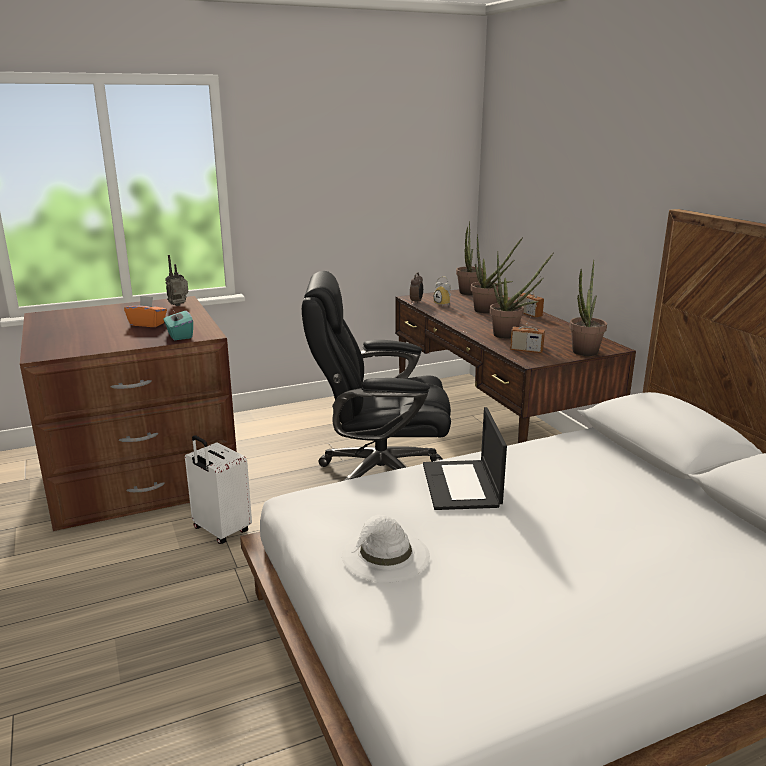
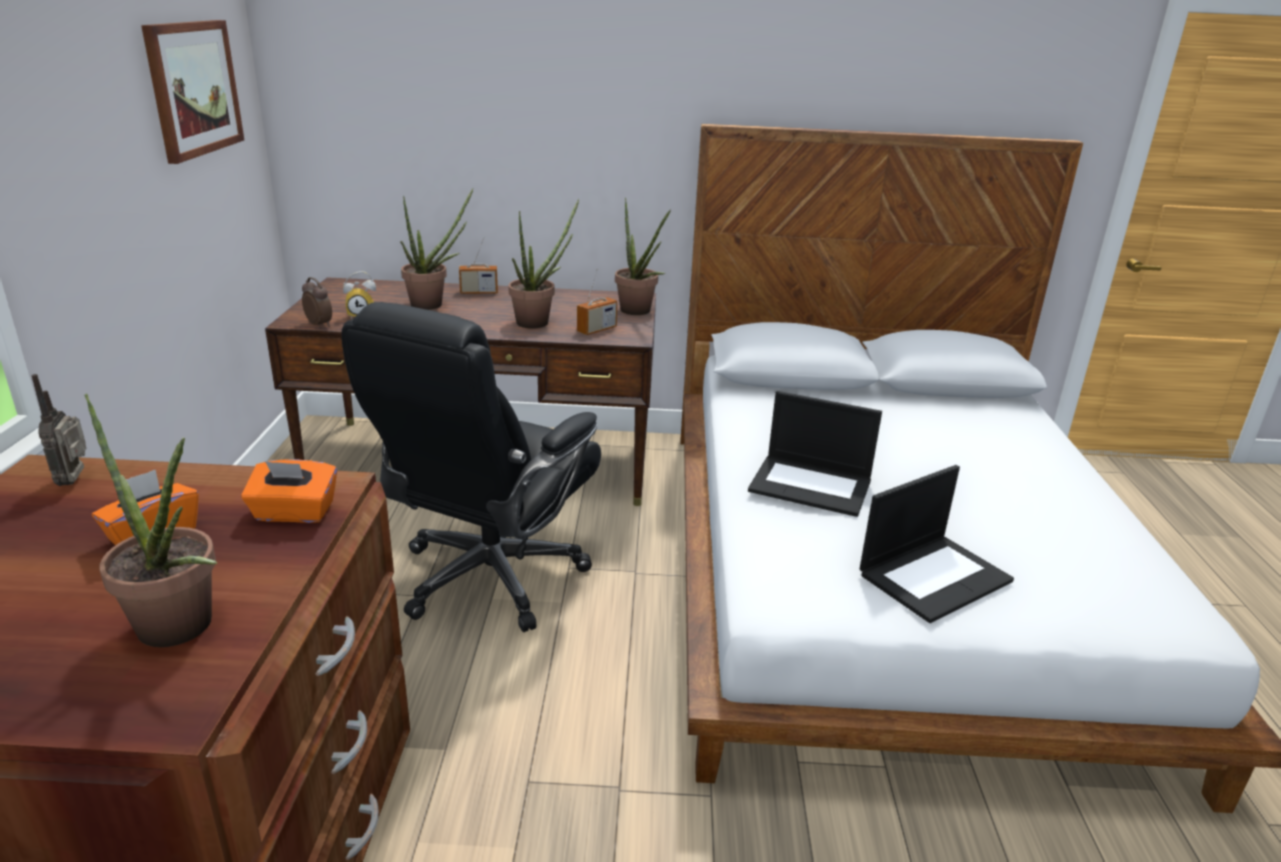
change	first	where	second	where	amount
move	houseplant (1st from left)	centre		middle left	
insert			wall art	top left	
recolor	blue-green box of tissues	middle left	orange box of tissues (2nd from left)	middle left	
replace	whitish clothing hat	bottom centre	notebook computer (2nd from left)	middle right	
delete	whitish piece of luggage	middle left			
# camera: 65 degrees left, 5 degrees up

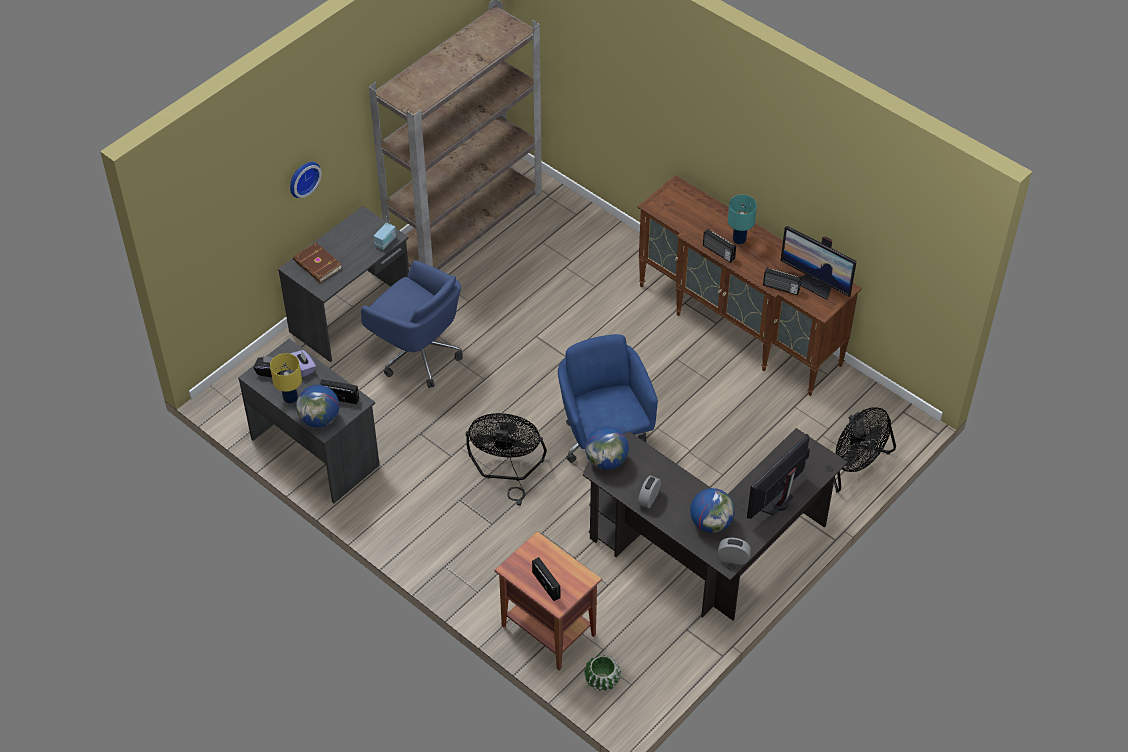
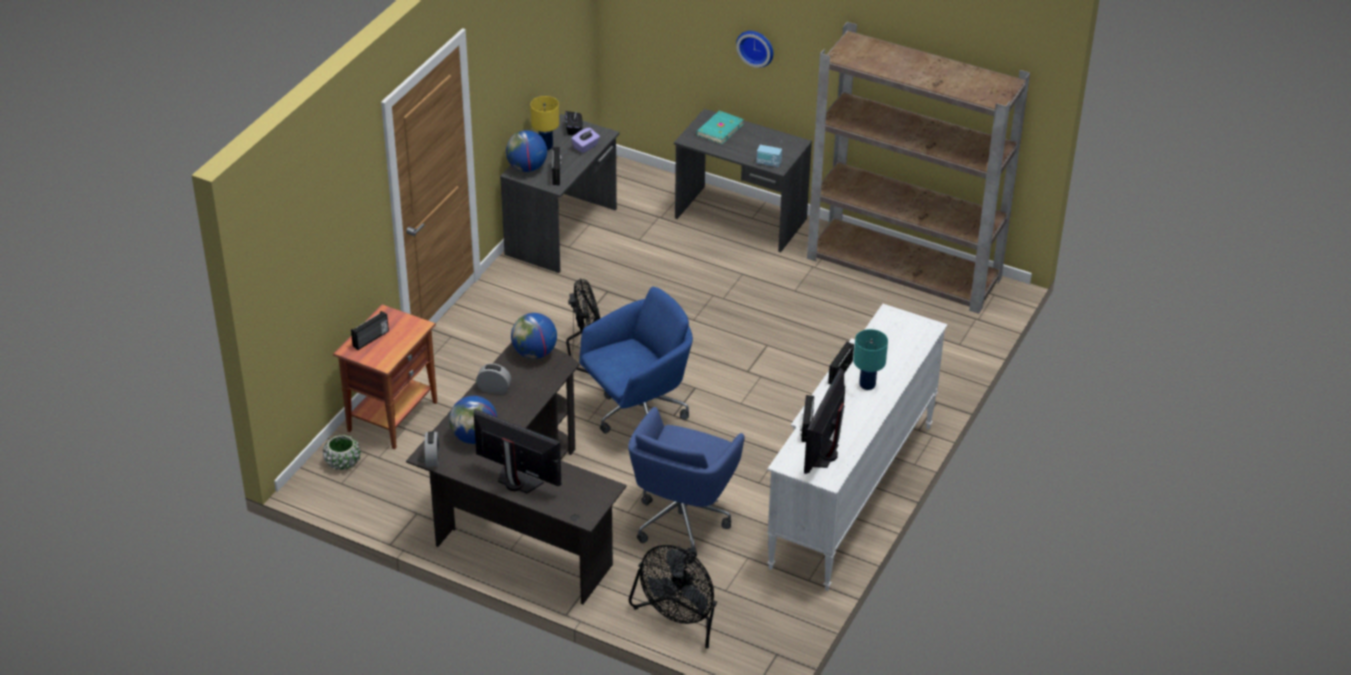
change	first	where	second	where	amount
move	blue office chair (1st from left in the first image)	centre	blue office chair (2nd from left)	bottom centre	
recolor	brown volume	middle left	blue-green volume	top centre	
recolor	brown cupboard	centre	whitish cupboard	centre	
# camera: 75 degrees right, 10 degrees down

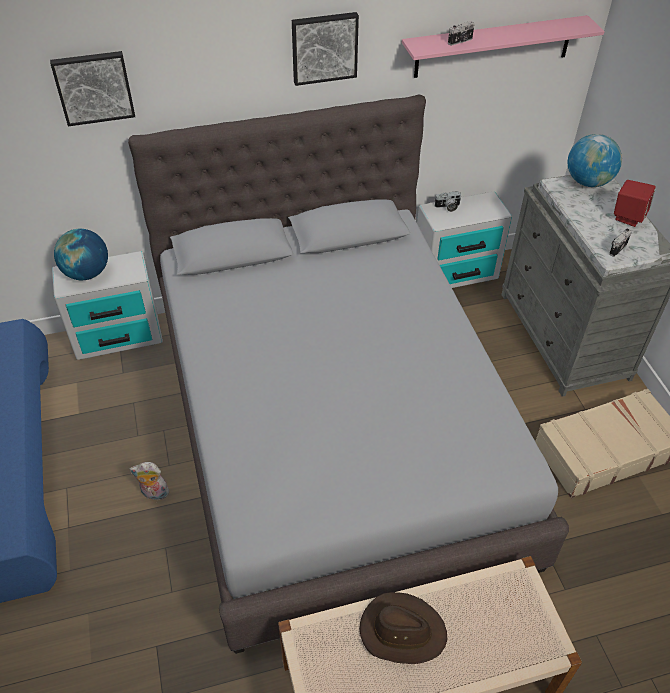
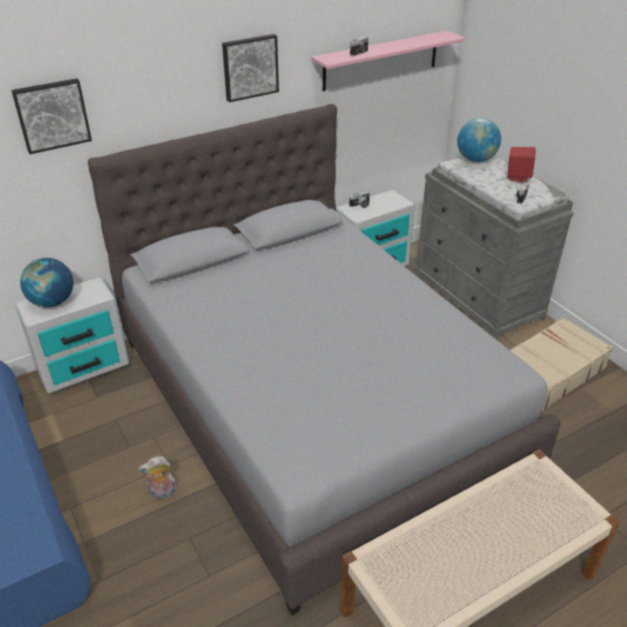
change	first	where	second	where	amount
delete	brown clothing hat	bottom centre			
# camera: 15 degrees left, 10 degrees down

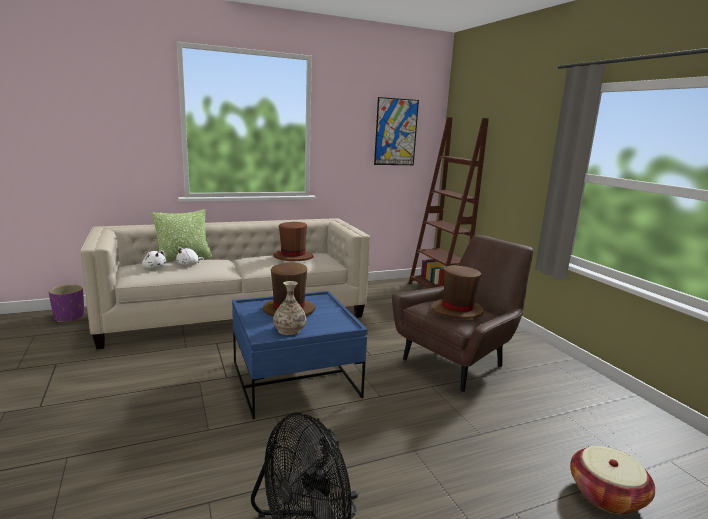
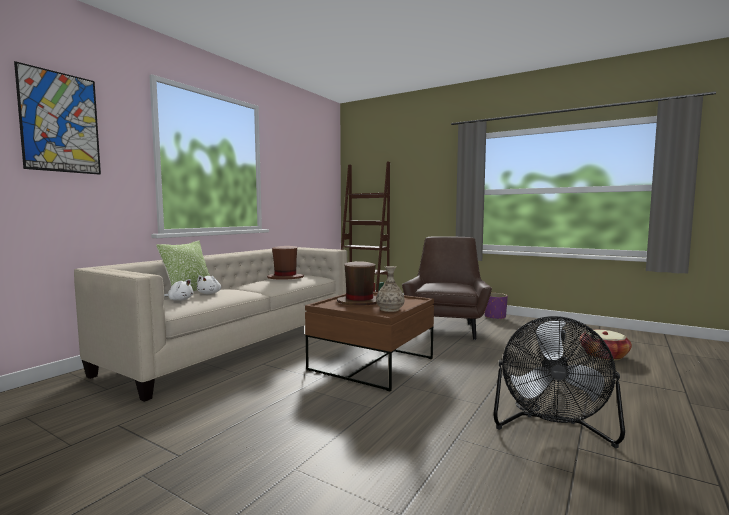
change	first	where	second	where	amount
move	wall art	top centre		top left	
recolor	blue lounge table	bottom centre	brown lounge table	centre	
move	purple flower pot	middle left		middle right	
delete	brown clothing hat (3rd from left)	centre			
# camera: 35 degrees left, 10 degrees down

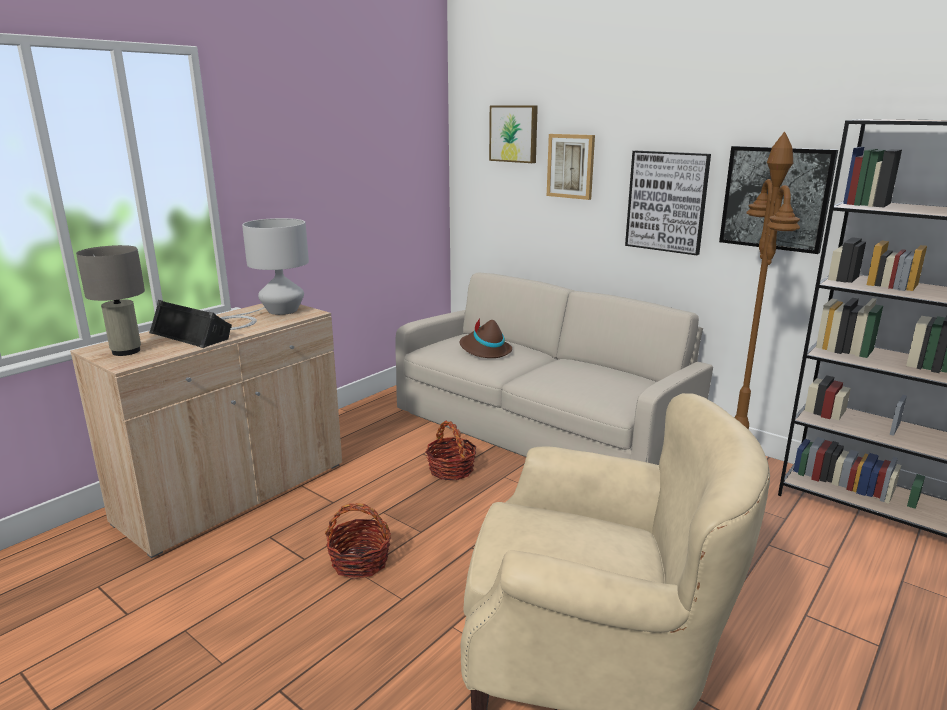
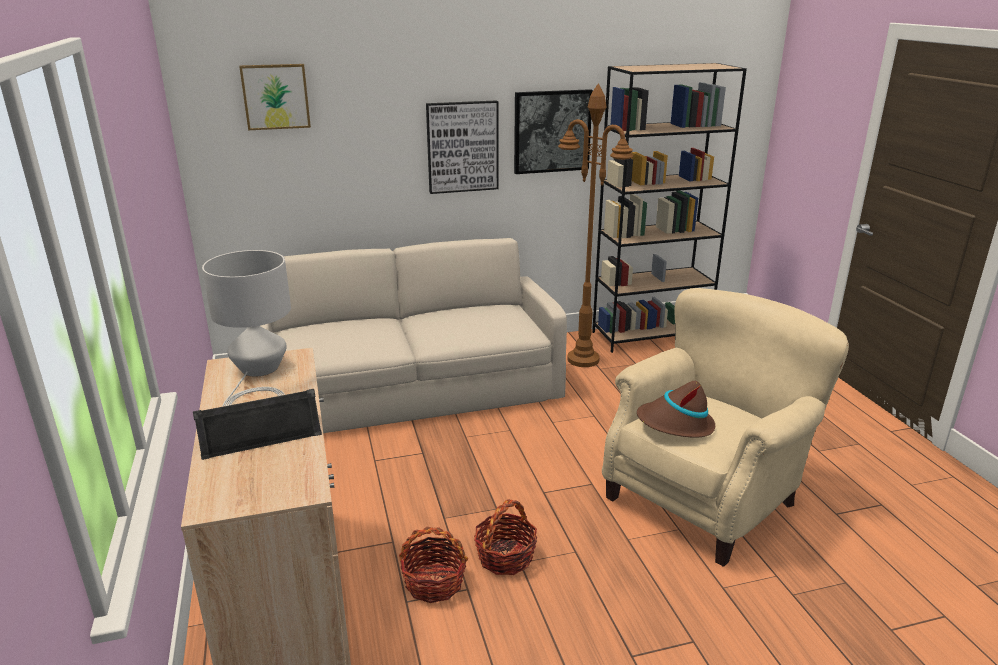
change	first	where	second	where	amount
move	household basket (2nd from left in the first image)	centre	household basket (1st from left)	bottom centre	
move	brown clothing hat	centre		middle right	
delete	greyish table lamp (1st from left)	middle left			
delete	wall art (2nd from left)	top centre			
# camera: 55 degrees left, 5 degrees up

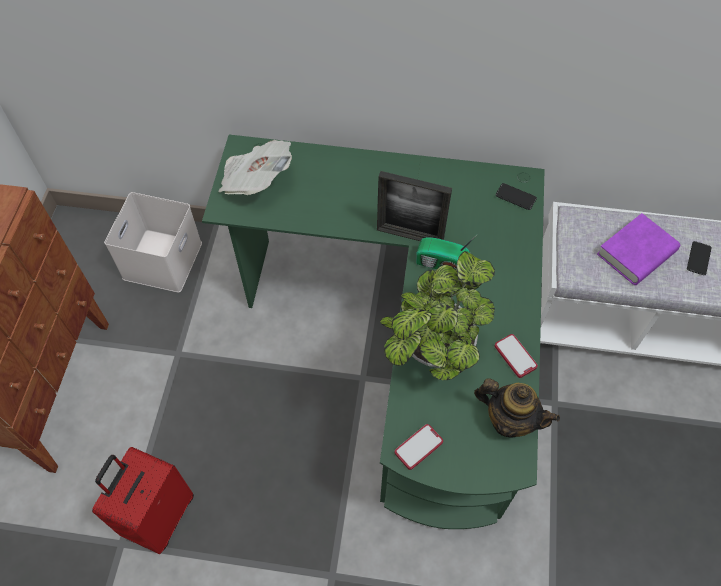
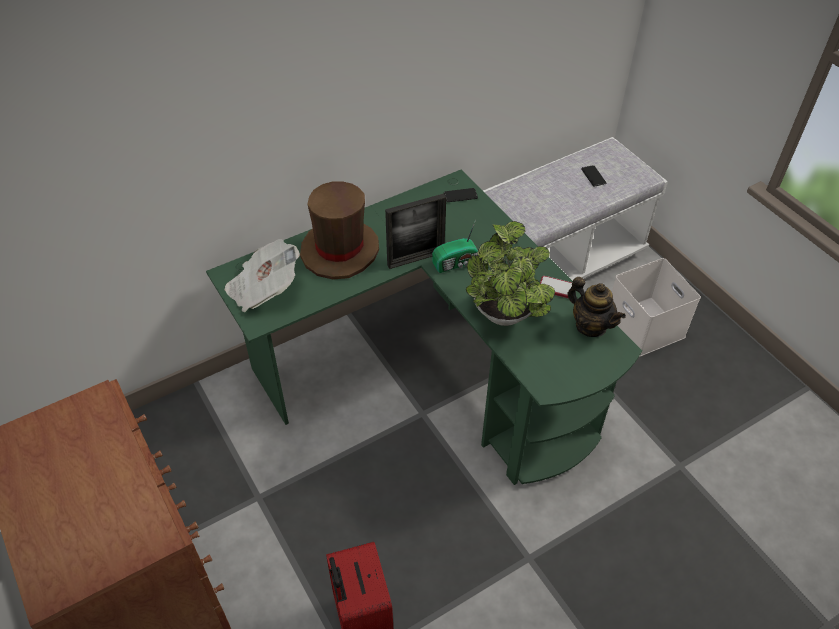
change	first	where	second	where	amount
insert			brown clothing hat	centre	
rotate	teapot	bottom right		middle right	60 degrees clockwise
move	whitish storage box	middle left		middle right	
delete	telephone (1st from left)	bottom centre			
delete	purple volume	middle right			
# camera: 40 degrees left, 10 degrees down

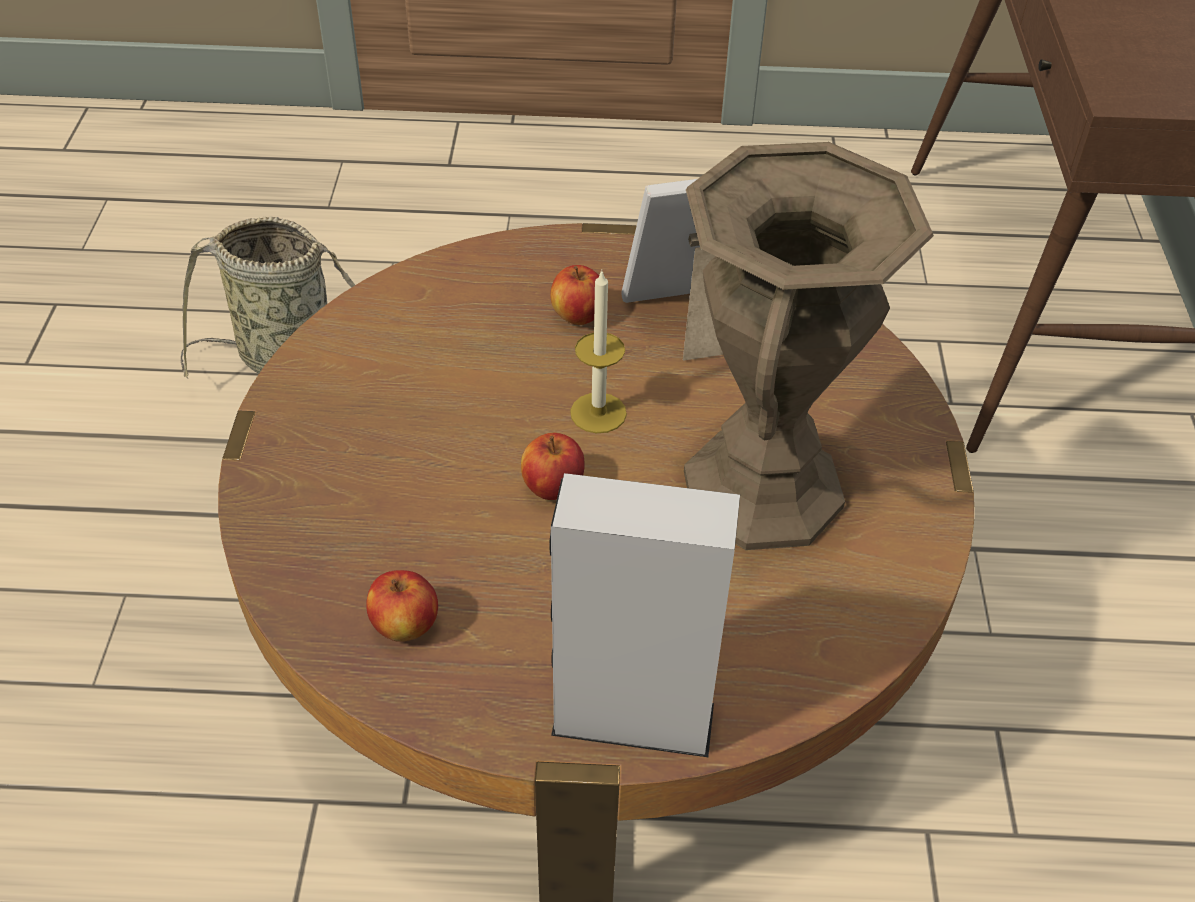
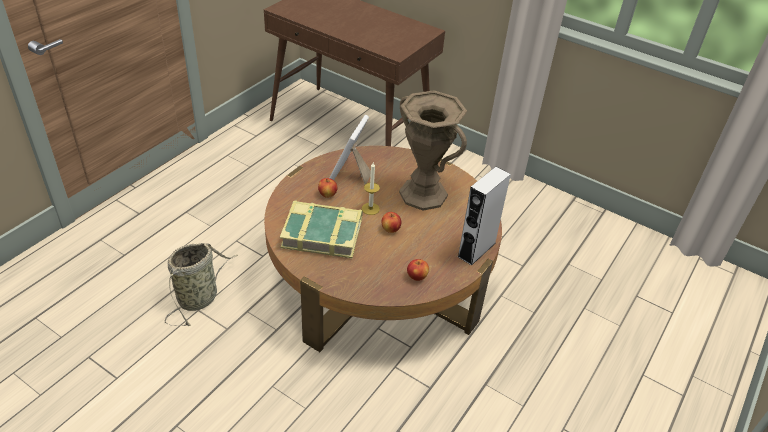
change	first	where	second	where	amount
insert			volume	centre	
# camera: 60 degrees left, 5 degrees down

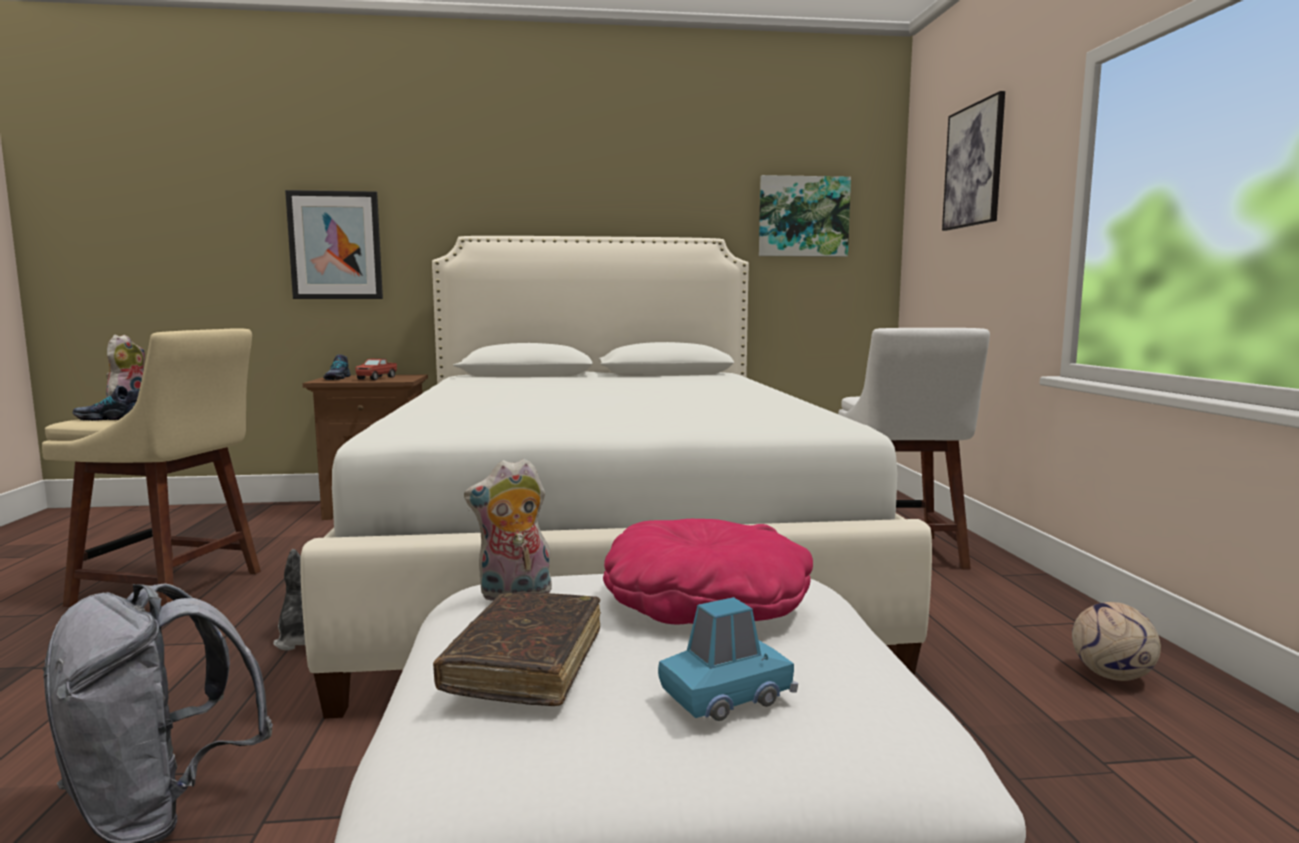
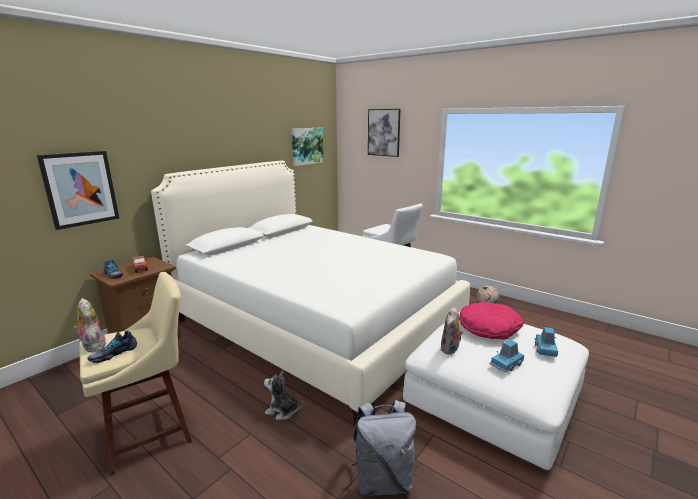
change	first	where	second	where	amount
replace	brown volume	bottom centre	blue model car (1st from left)	bottom right	
# camera: 45 degrees left, 10 degrees up

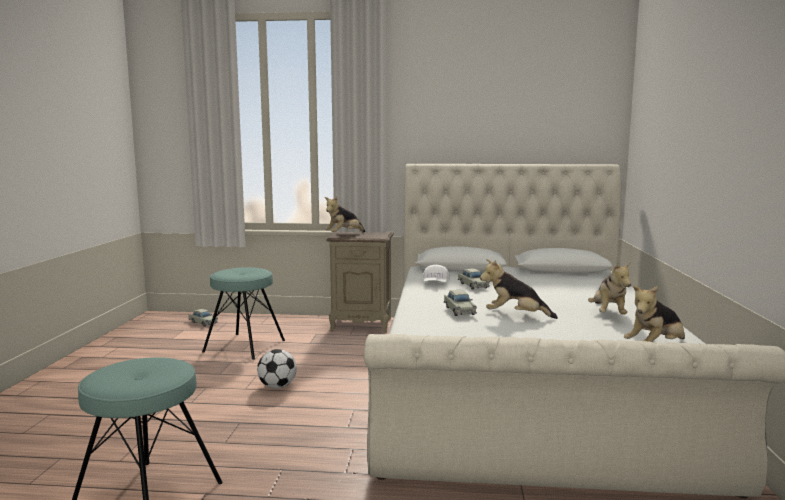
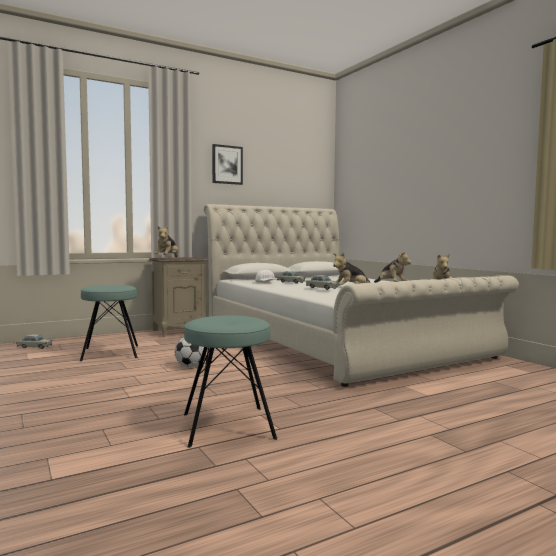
change	first	where	second	where	amount
insert			wall art	top centre	
# camera: 35 degrees left, 5 degrees down

